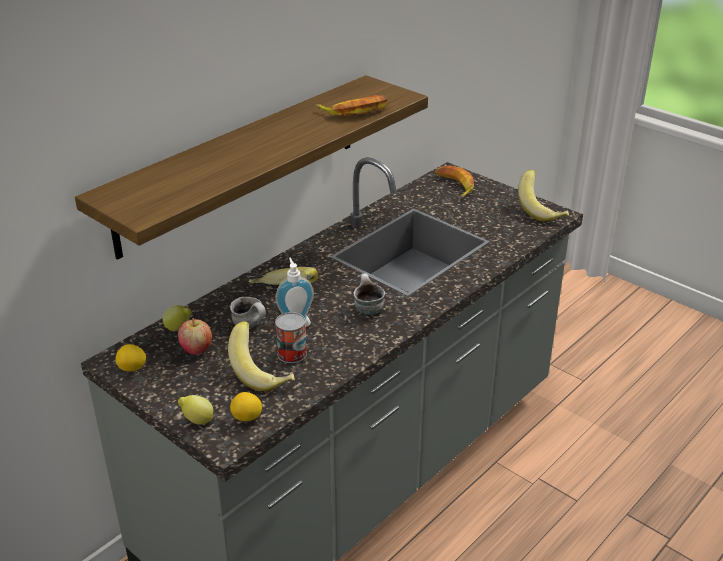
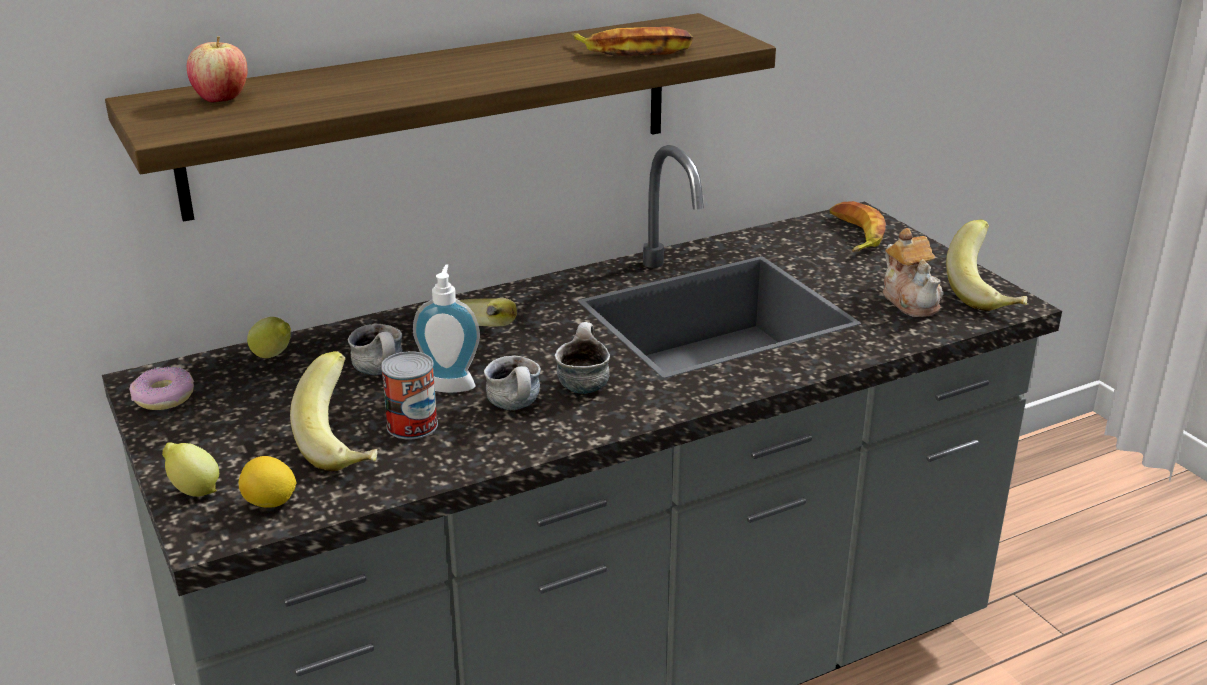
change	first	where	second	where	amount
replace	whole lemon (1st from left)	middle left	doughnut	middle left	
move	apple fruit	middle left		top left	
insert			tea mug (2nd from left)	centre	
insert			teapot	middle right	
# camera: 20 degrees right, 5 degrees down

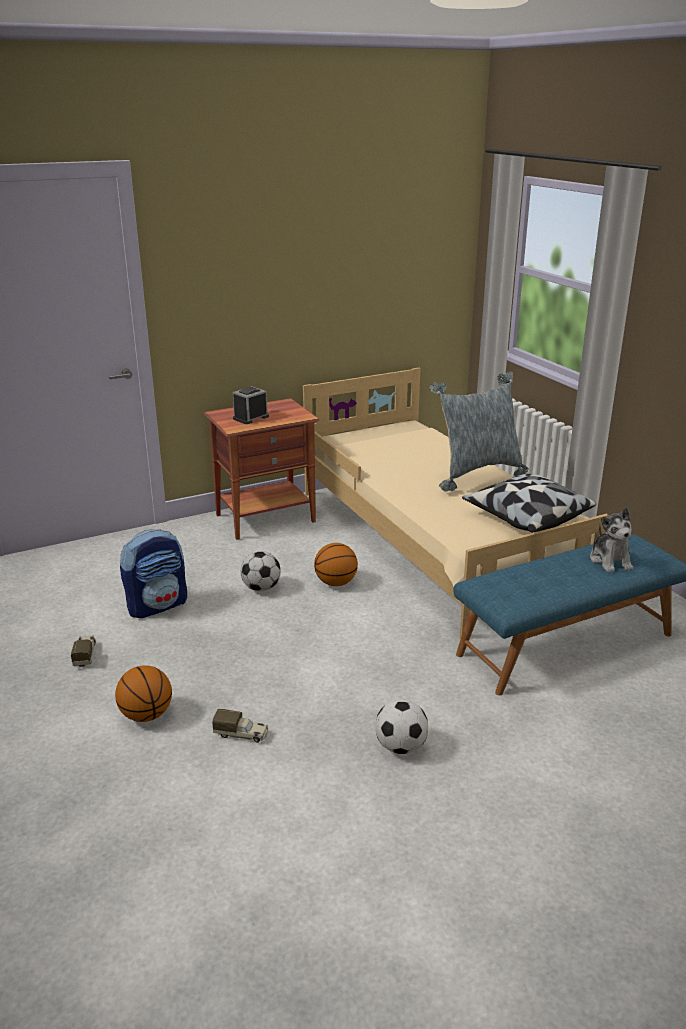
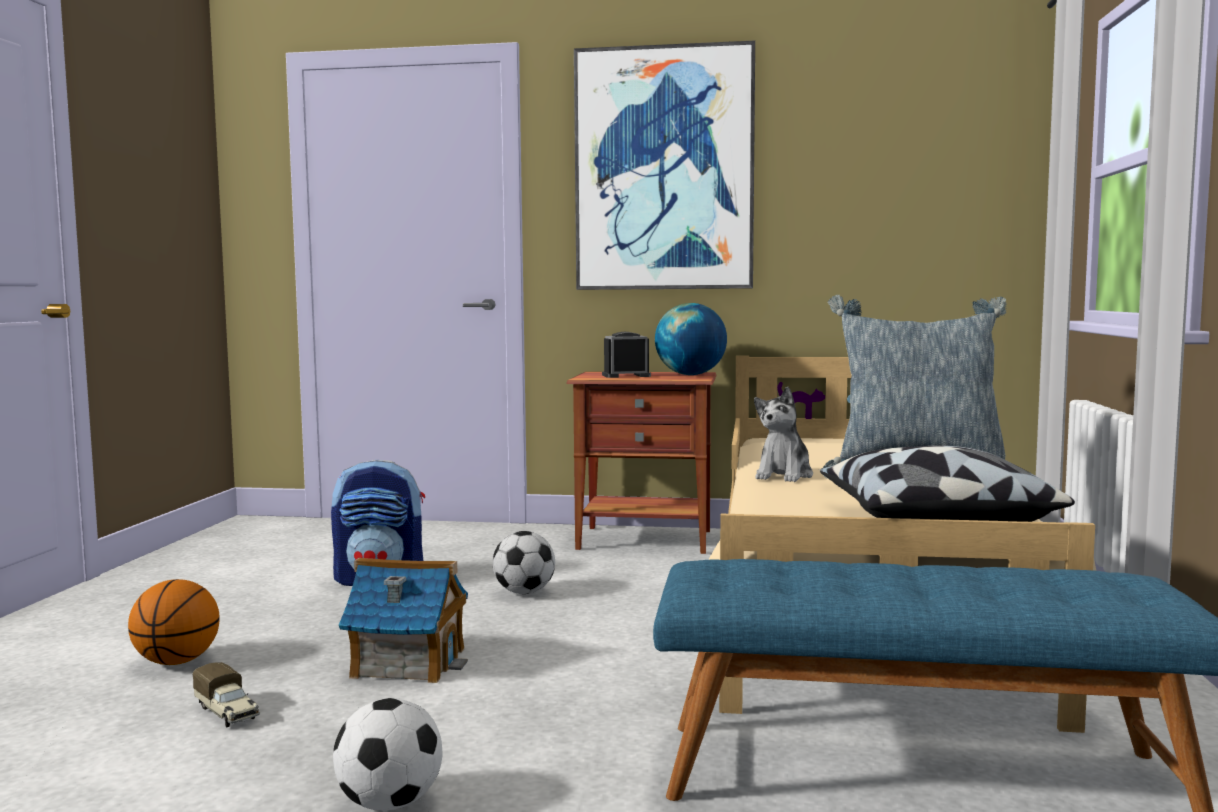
change	first	where	second	where	amount
insert			miniature house	bottom left	
insert			wall art	top centre	
insert			world globe	centre	
move	cuddly toy	middle right		centre	
delete	model truck (1st from left)	middle left			
delete	basketball ball (2nd from left)	centre			
# camera: 35 degrees right, 20 degrees down

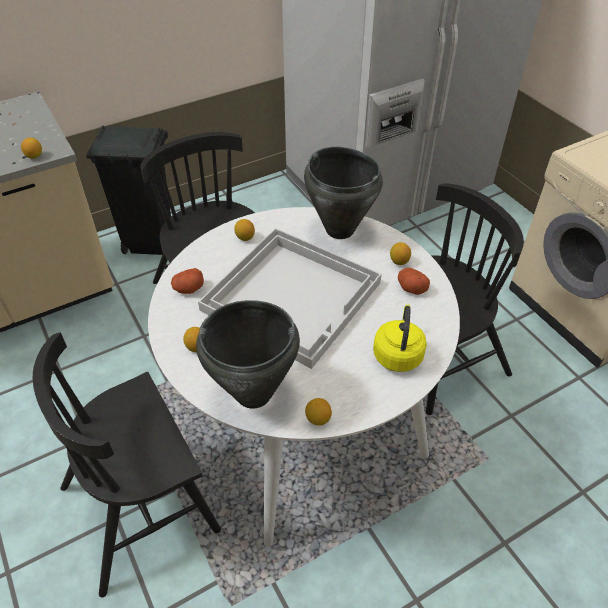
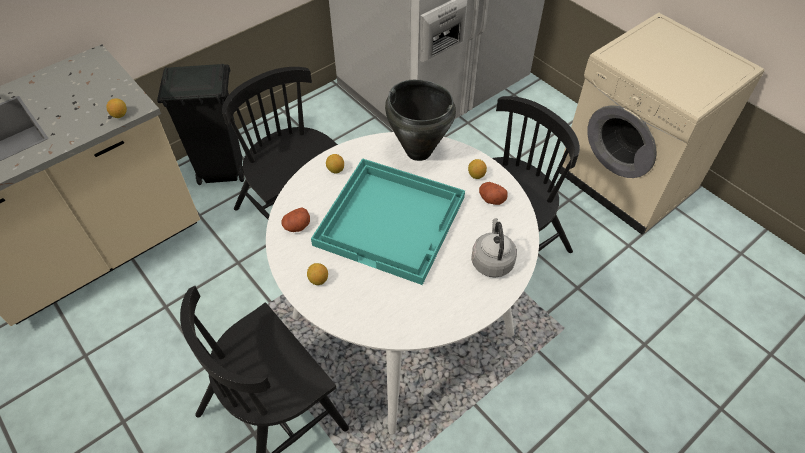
change	first	where	second	where	amount
recolor	whitish carrying tray	centre	blue-green carrying tray	centre	
recolor	yellow water kettle	centre	greyish water kettle	centre	
delete	blackish stockpot (1st from left)	centre			
delete	whole lemon (4th from left)	bottom centre			
# camera: 10 degrees left, 5 degrees up

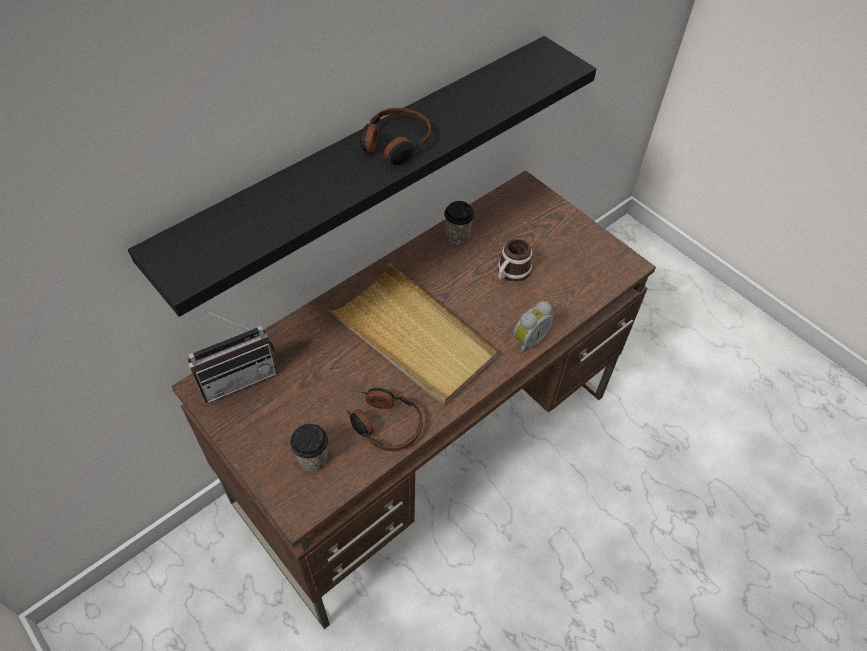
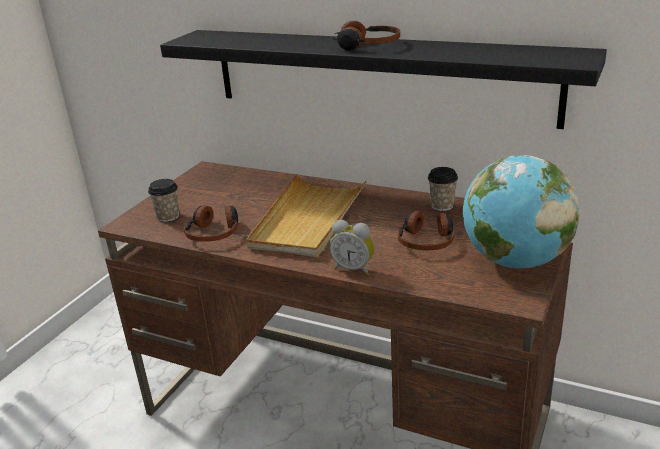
change	first	where	second	where	amount
replace	tea mug	centre	pair of headphones (3rd from left)	centre	
insert			world globe	middle right	
delete	radio receiver	middle left			
# camera: 70 degrees right, 25 degrees down

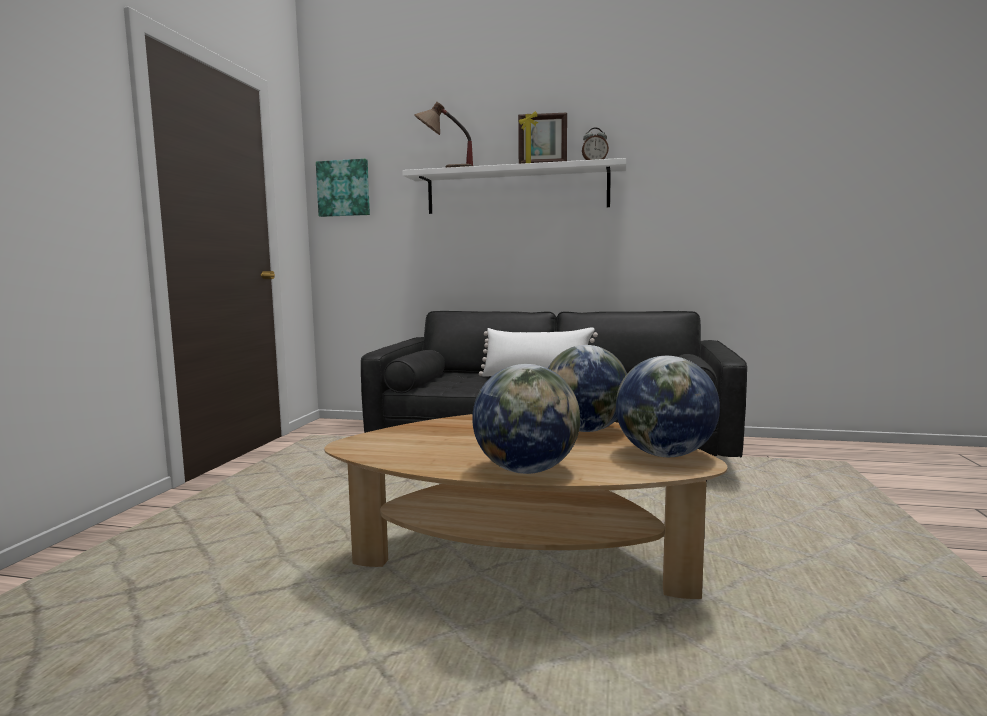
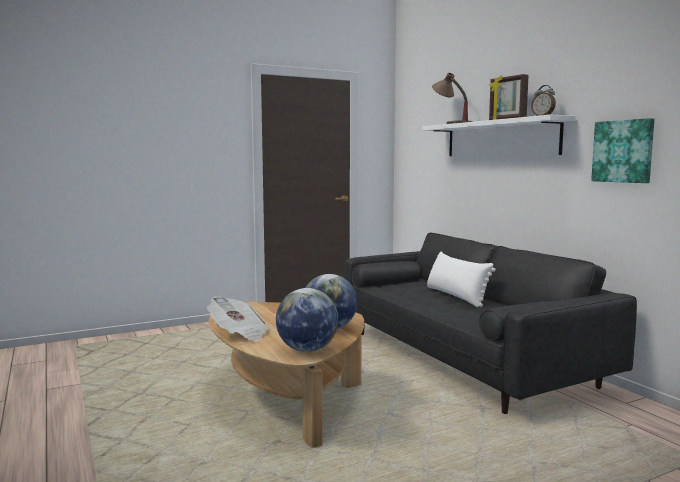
change	first	where	second	where	amount
replace	world globe (1st from left)	centre	newspaper	centre	
move	wall art	top centre		top right	
# camera: 50 degrees right, 0 degrees up

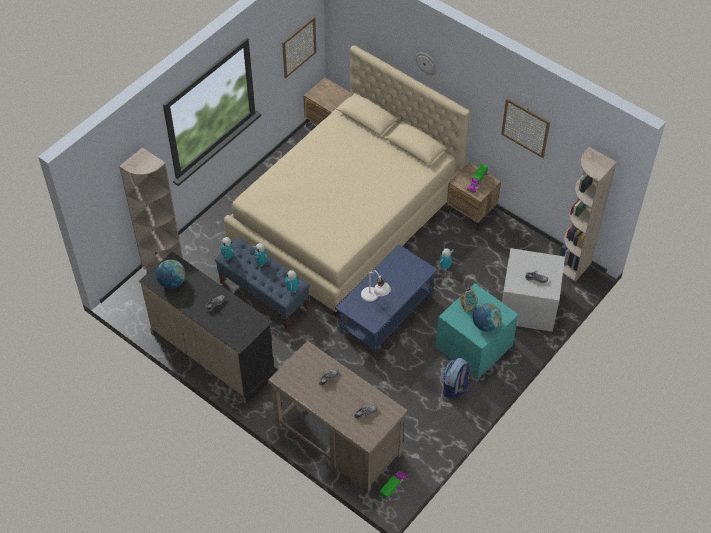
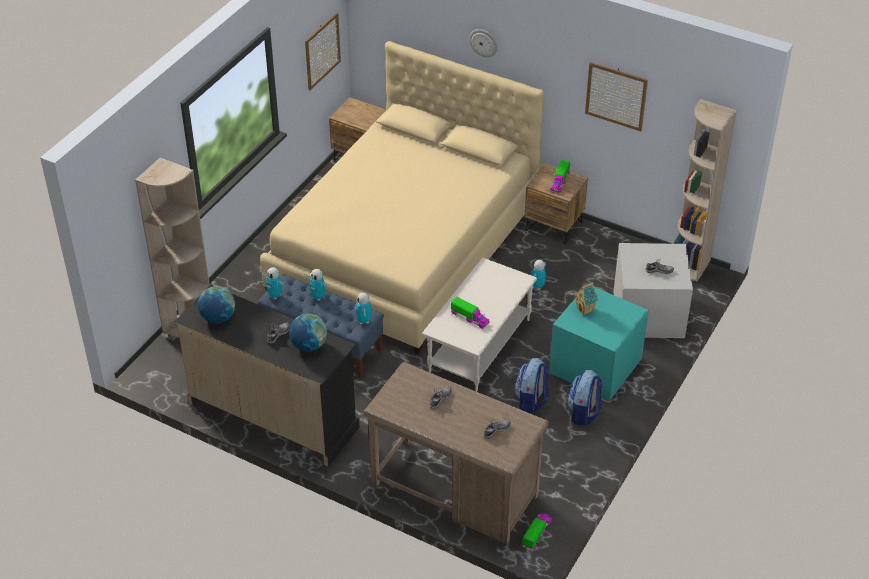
change	first	where	second	where	amount
move	world globe (2nd from left)	middle right		centre	
recolor	blue lounge table	centre	whitish lounge table	centre	
replace	whitish table lamp	centre	model truck (1st from left)	centre	
insert			knapsack (1st from left)	centre	
# camera: 10 degrees left, 10 degrees down

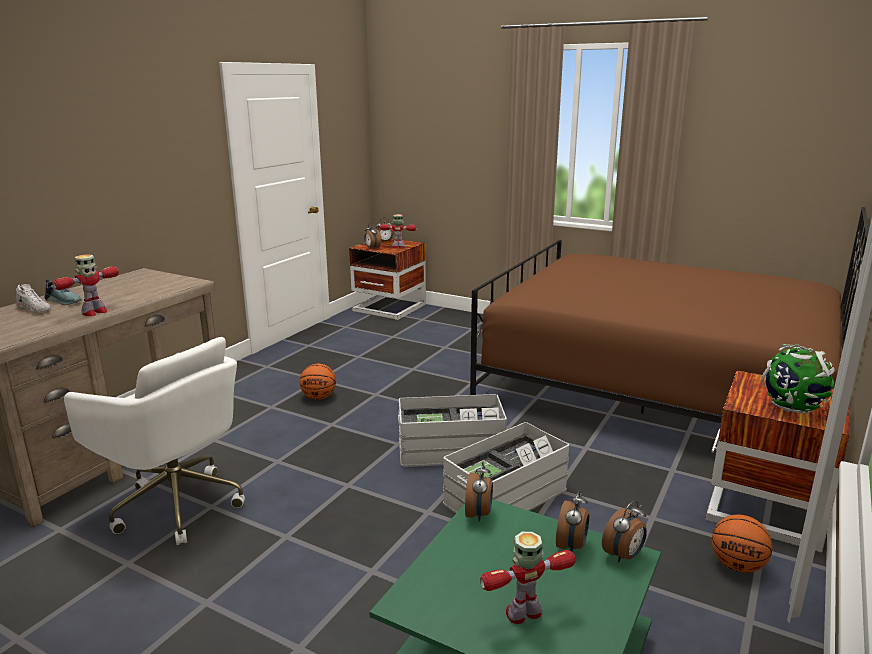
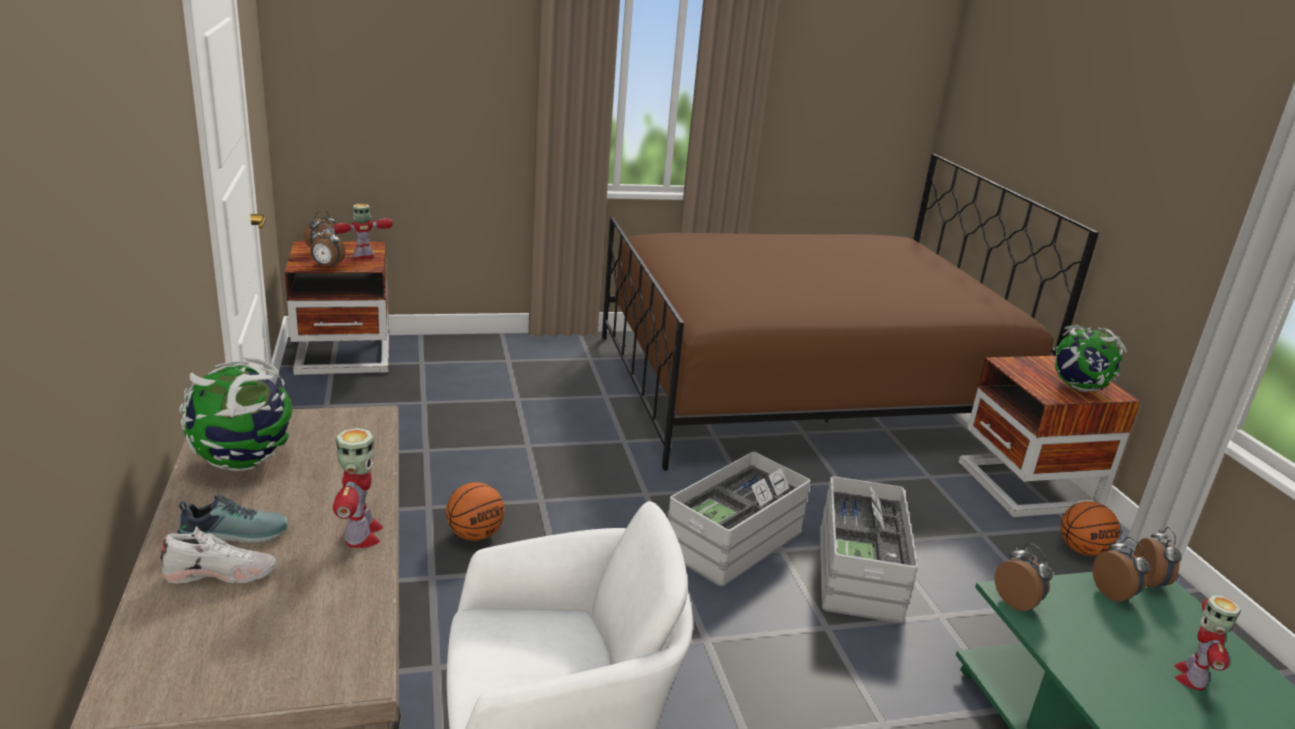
change	first	where	second	where	amount
insert			world globe (1st from left)	middle left	
# camera: 45 degrees left, 5 degrees up

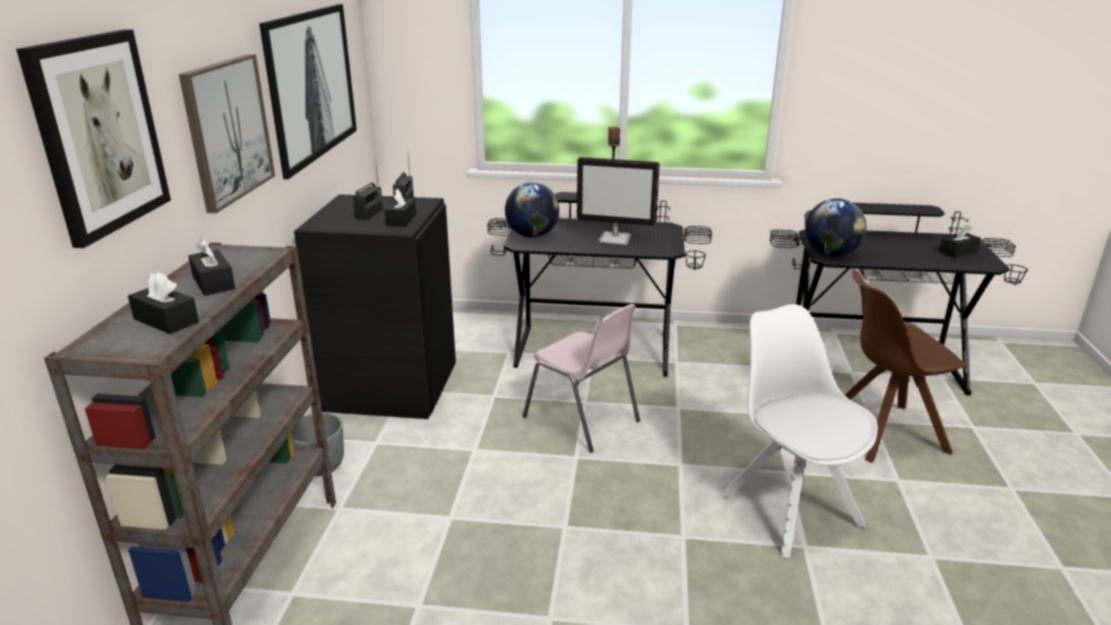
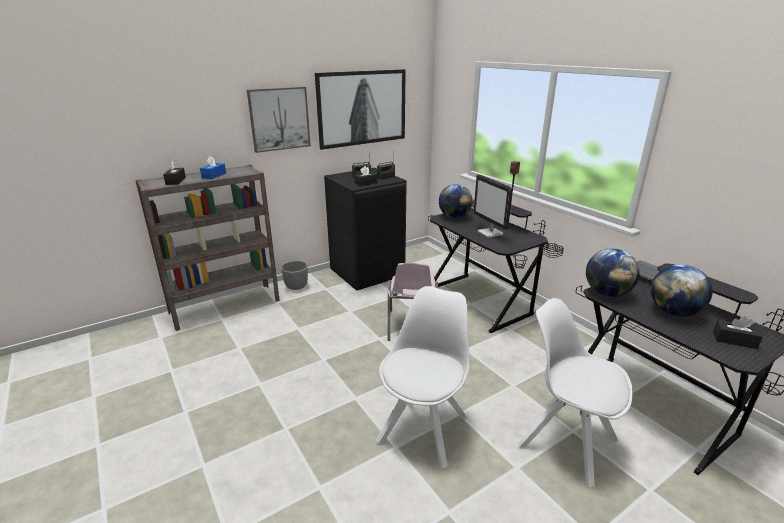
change	first	where	second	where	amount
recolor	blackish box of tissues (2nd from left)	middle left	blue box of tissues	top left	
recolor	brown chair	middle right	whitish chair (2nd from left)	bottom right	
insert			world globe (3rd from left)	middle right	
delete	wall art (1st from left)	top left			
# camera: 50 degrees right, 0 degrees up

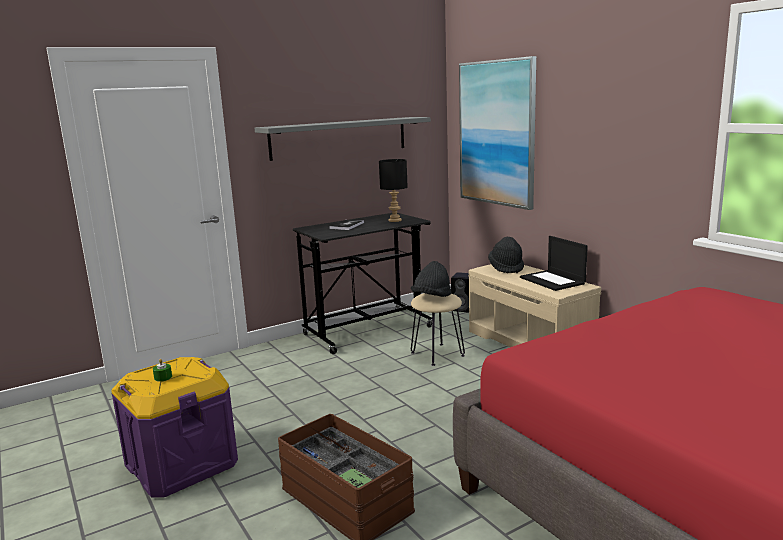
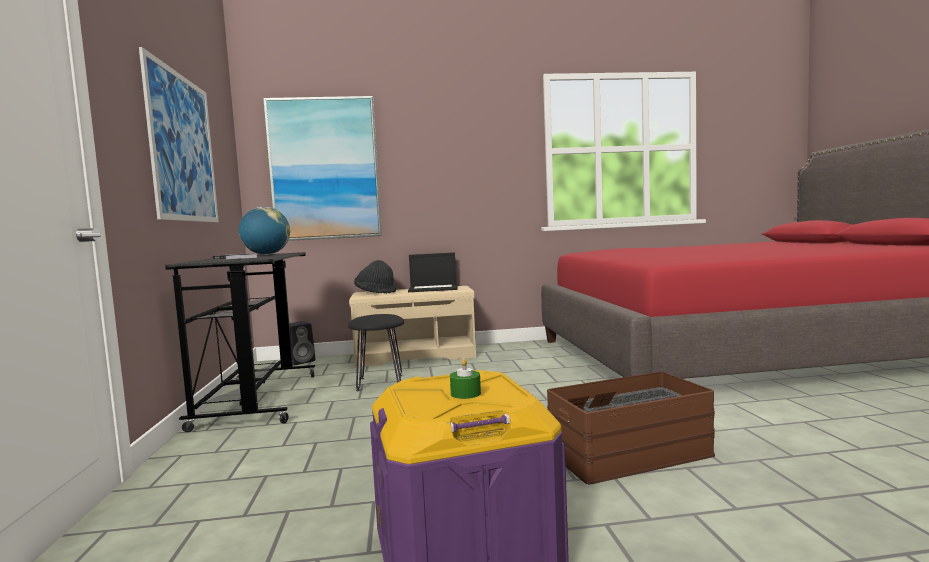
change	first	where	second	where	amount
replace	greyish bracket shelf	top centre	wall art (1st from left)	top left	
replace	blackish table lamp	centre	world globe	middle left	
recolor	beige-coloured stool seat	centre	blackish stool seat	centre	
delete	blackish clothing hat (1st from left)	centre			
# camera: 65 degrees left, 10 degrees down

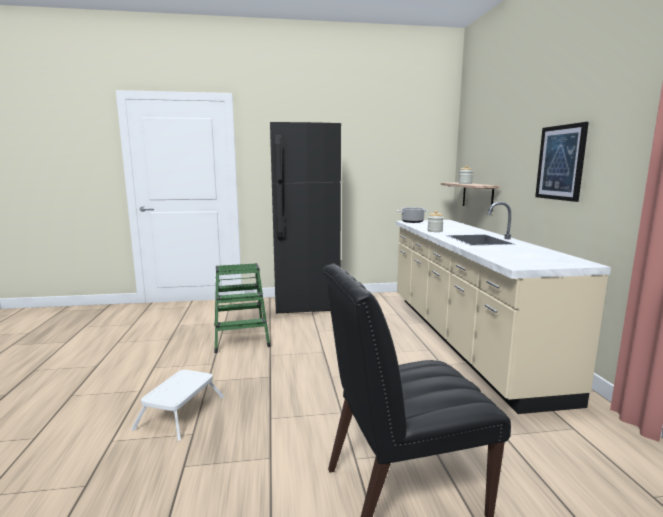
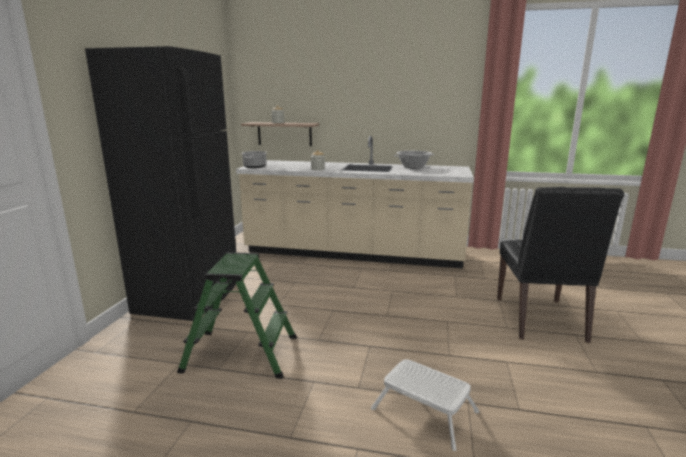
change	first	where	second	where	amount
insert			stockpot (2nd from left)	centre	
delete	wall art	top right			
# camera: 70 degrees left, 5 degrees up

